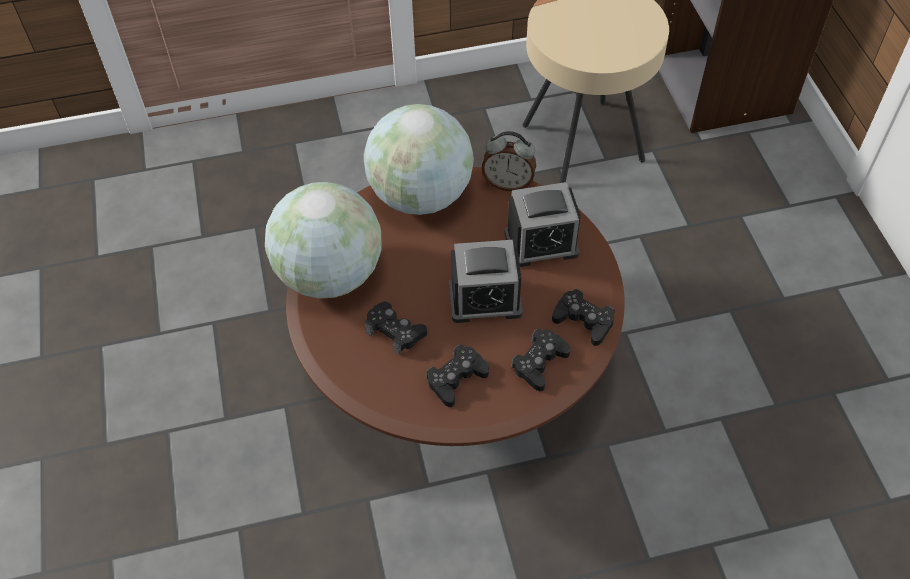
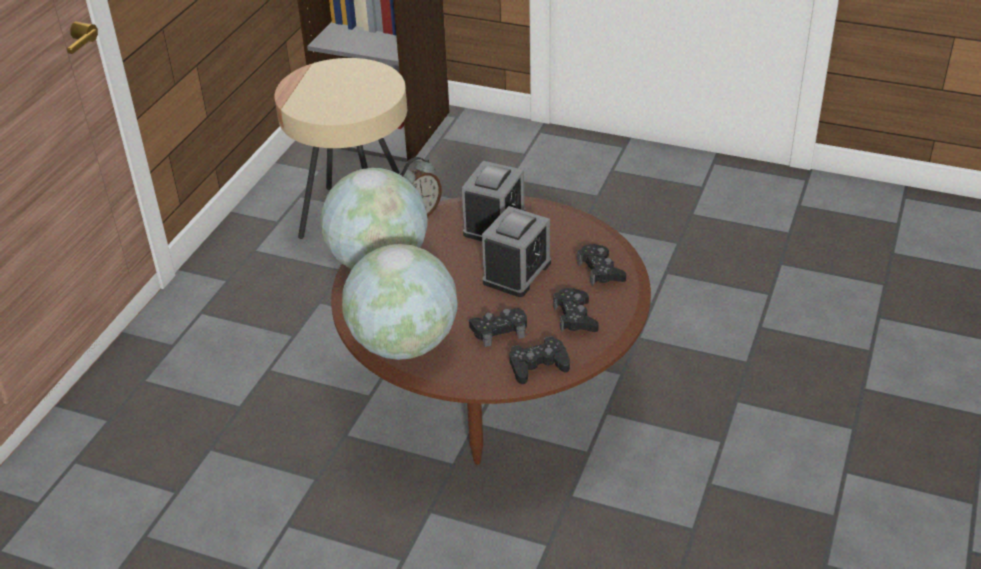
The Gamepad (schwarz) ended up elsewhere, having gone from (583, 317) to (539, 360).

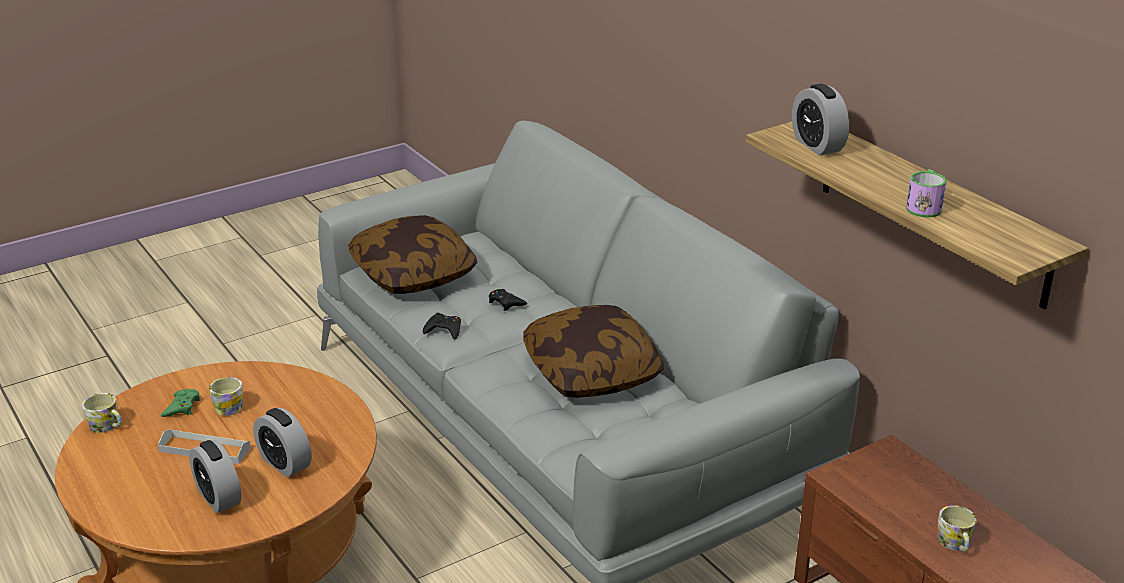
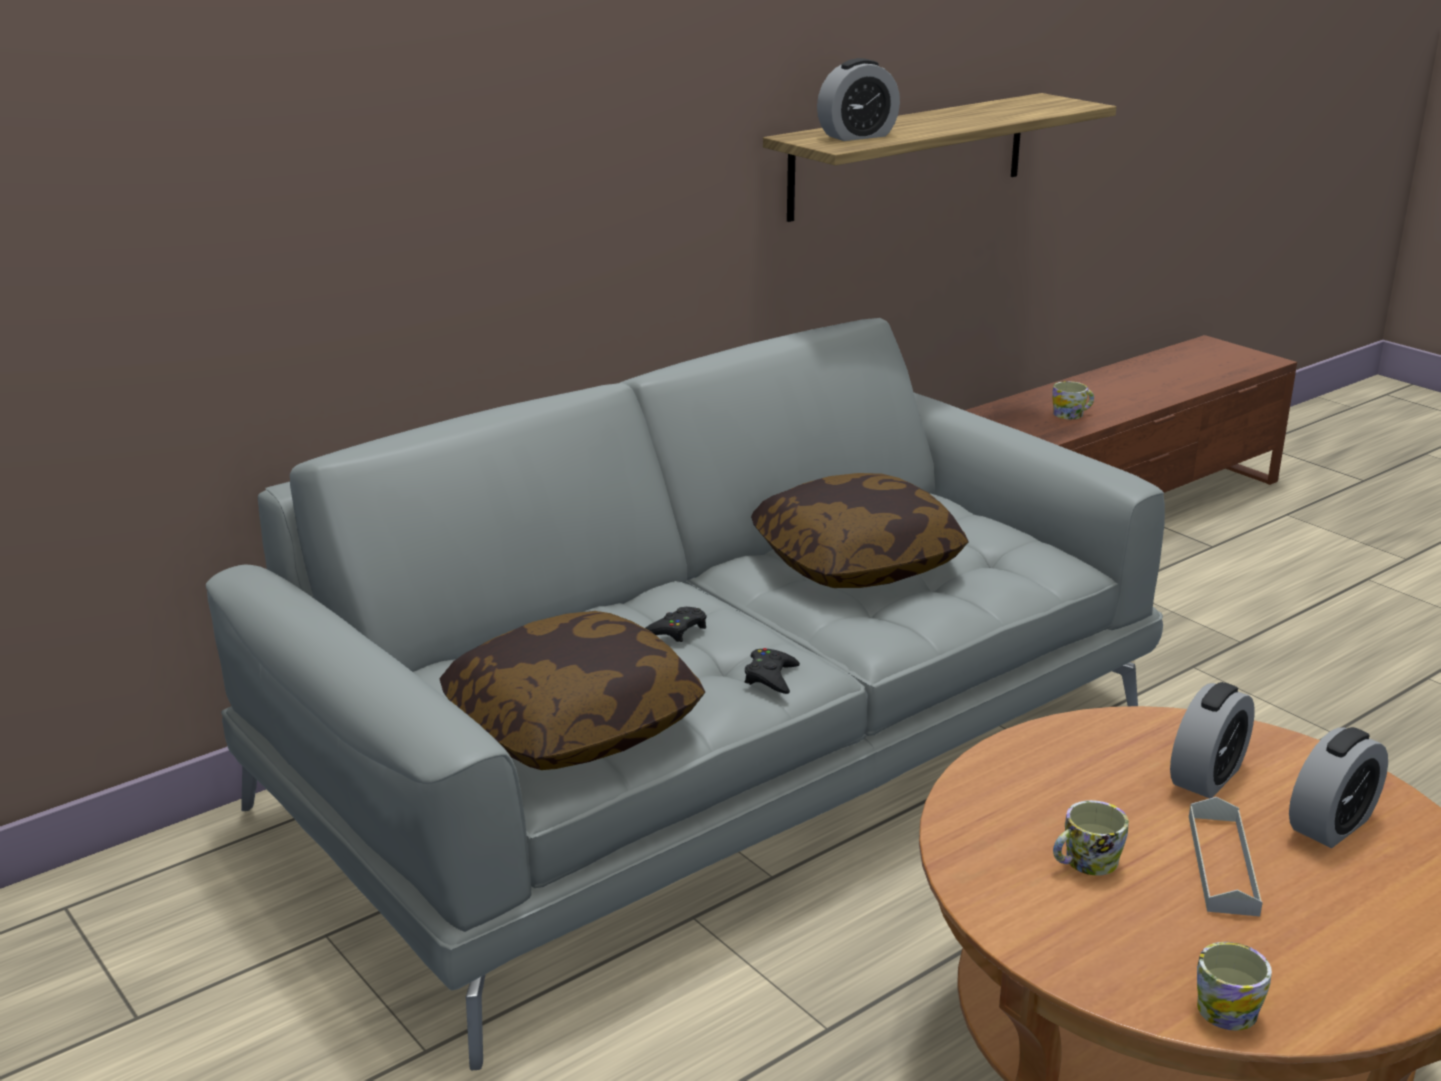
The second view lost the Gamepad (grün) at (180, 403). The second view lost the Henkelbecher at (926, 194).

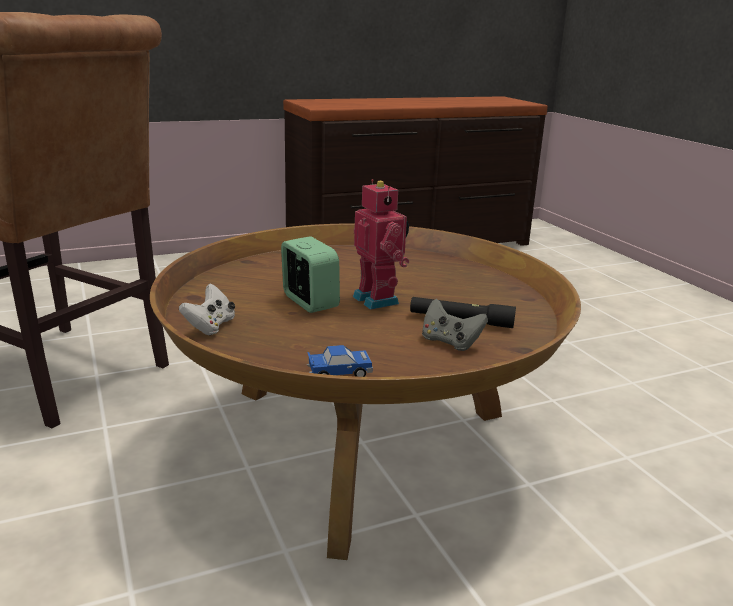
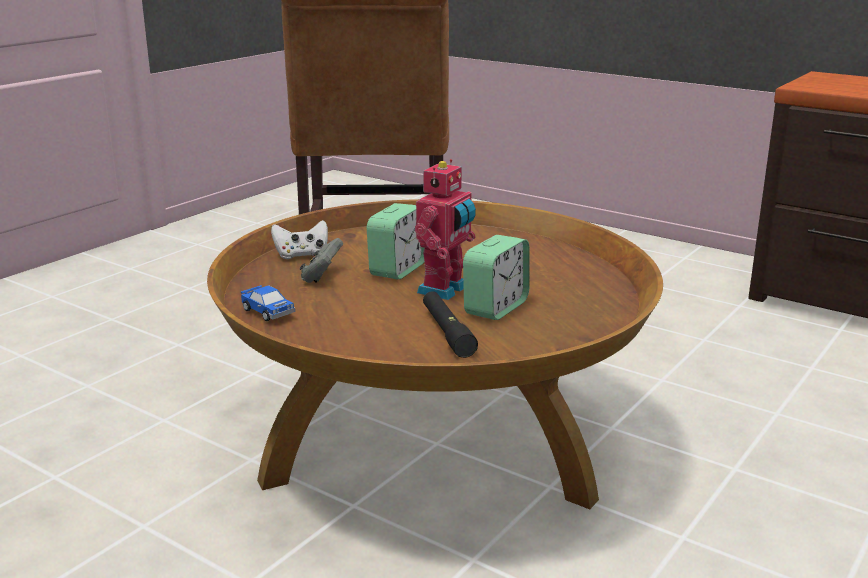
The Gamepad (grau) ended up elsewhere, having gone from (455, 325) to (321, 260). The second view gained the Wecker at (496, 277).

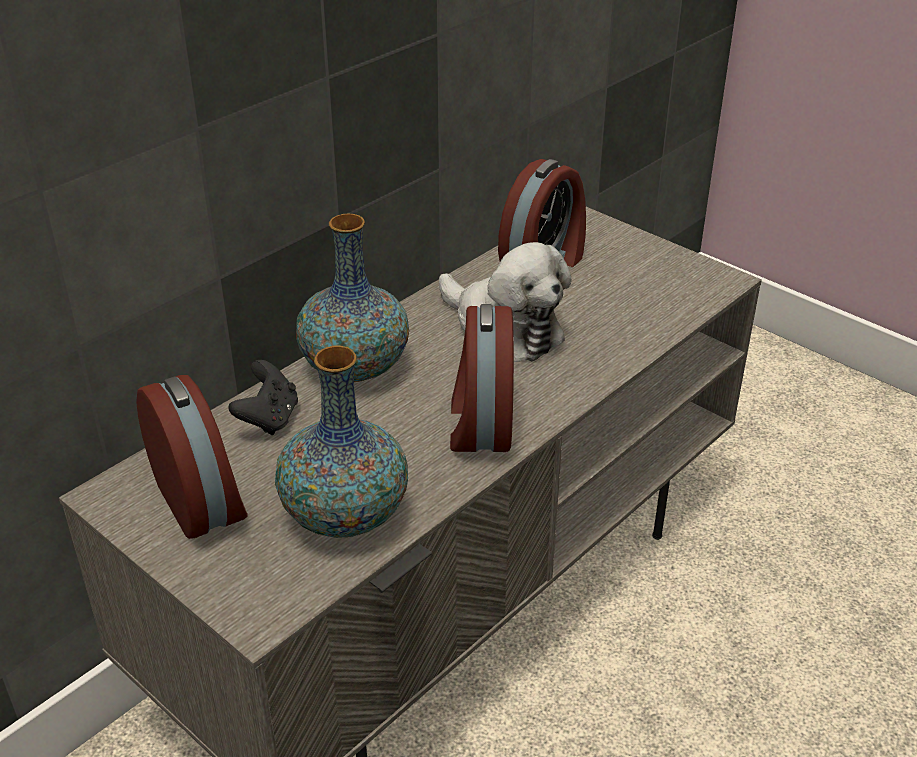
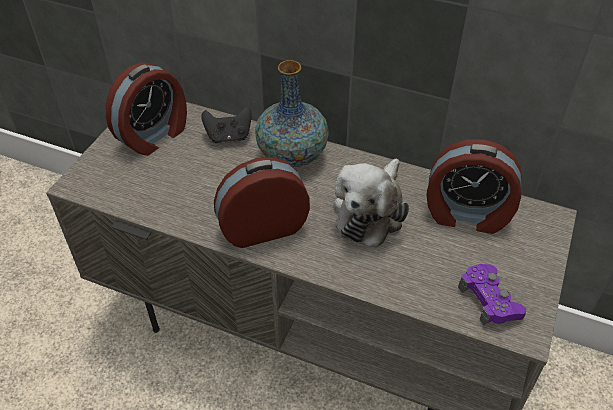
The second view gained the Gamepad (lila) at (492, 294). The second view lost the Vase at (341, 442).

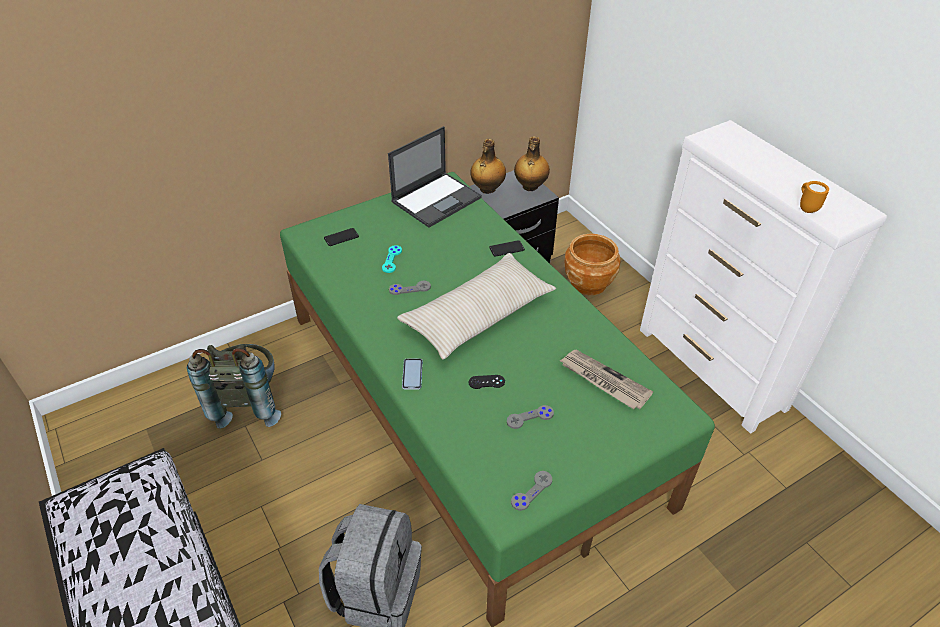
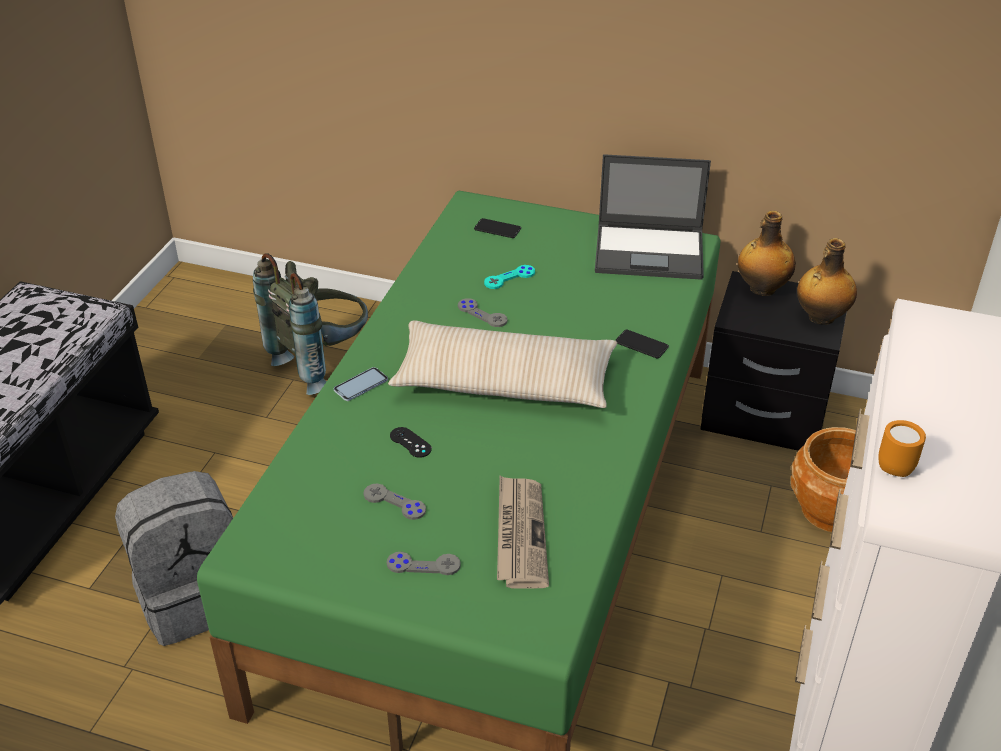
The Gamepad (grau) ended up elsewhere, having gone from (531, 491) to (424, 563).

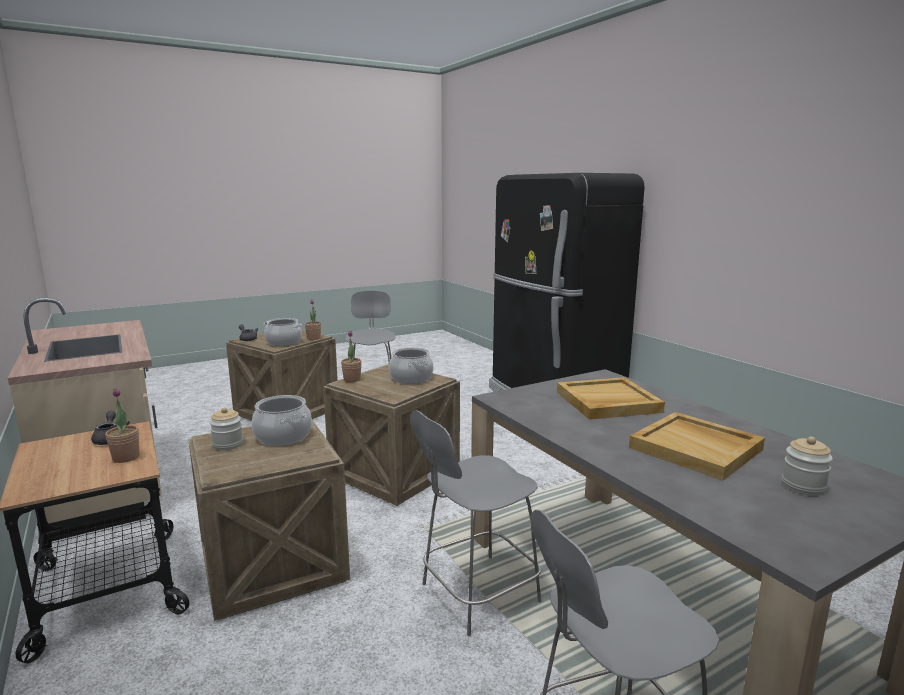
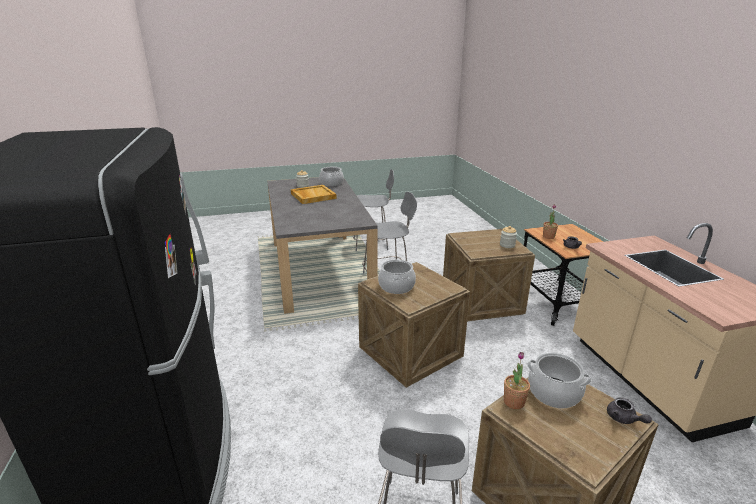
The Kochtopf ended up elsewhere, having gone from (282, 420) to (331, 176). The second view lost the Topfpflanze at (351, 356). The second view lost the Tablett (beige) at (611, 398).

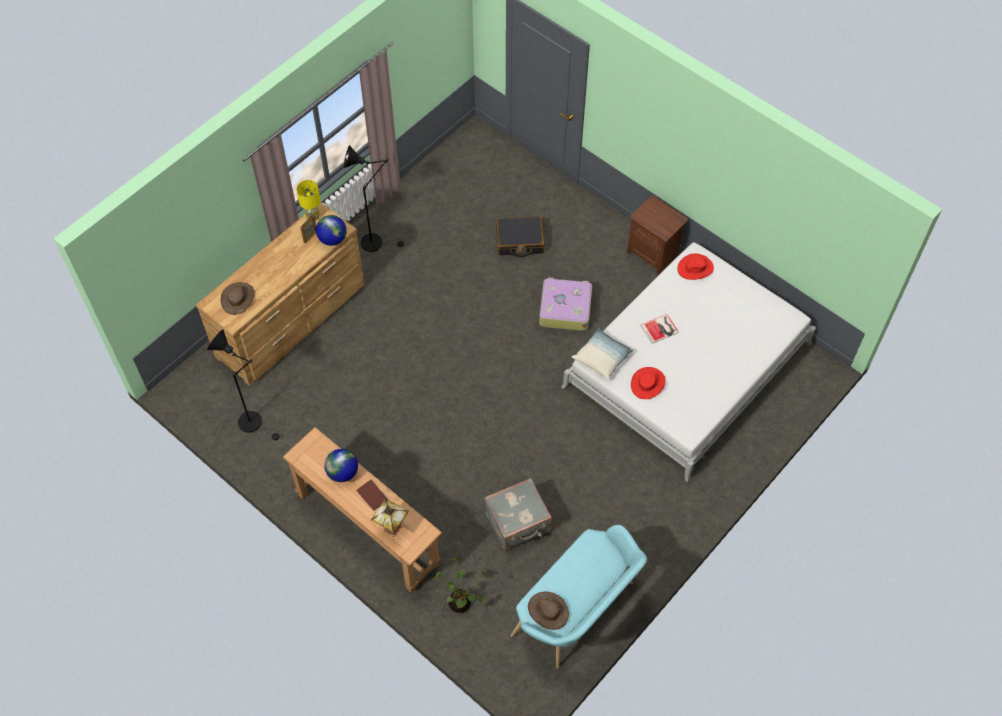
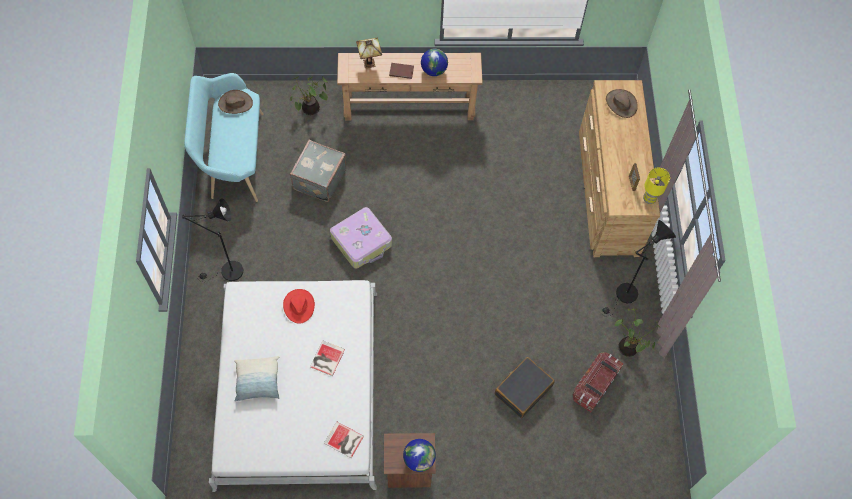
The Stehlampe (schwarz) ended up elsewhere, having gone from (245, 384) to (212, 240). The Kissen ended up elsewhere, having gone from (603, 353) to (256, 379). Where the Hut (rot) stood at (695, 266), the Buch came to stand at (344, 440). The Koffer ended up elsewhere, having gone from (565, 304) to (361, 238). The Globus ended up elsewhere, having gone from (331, 230) to (419, 455). The second view gained the Aufbewahrungsbox at (598, 382). The second view gained the Topfpflanze at (637, 332).

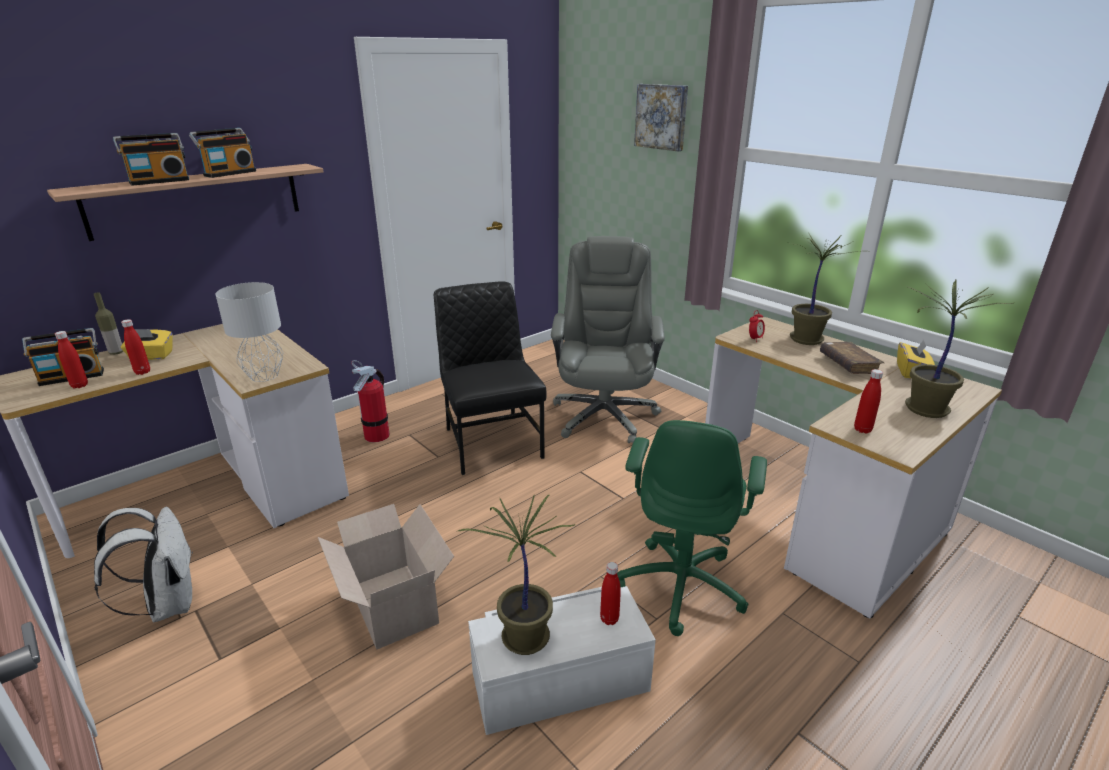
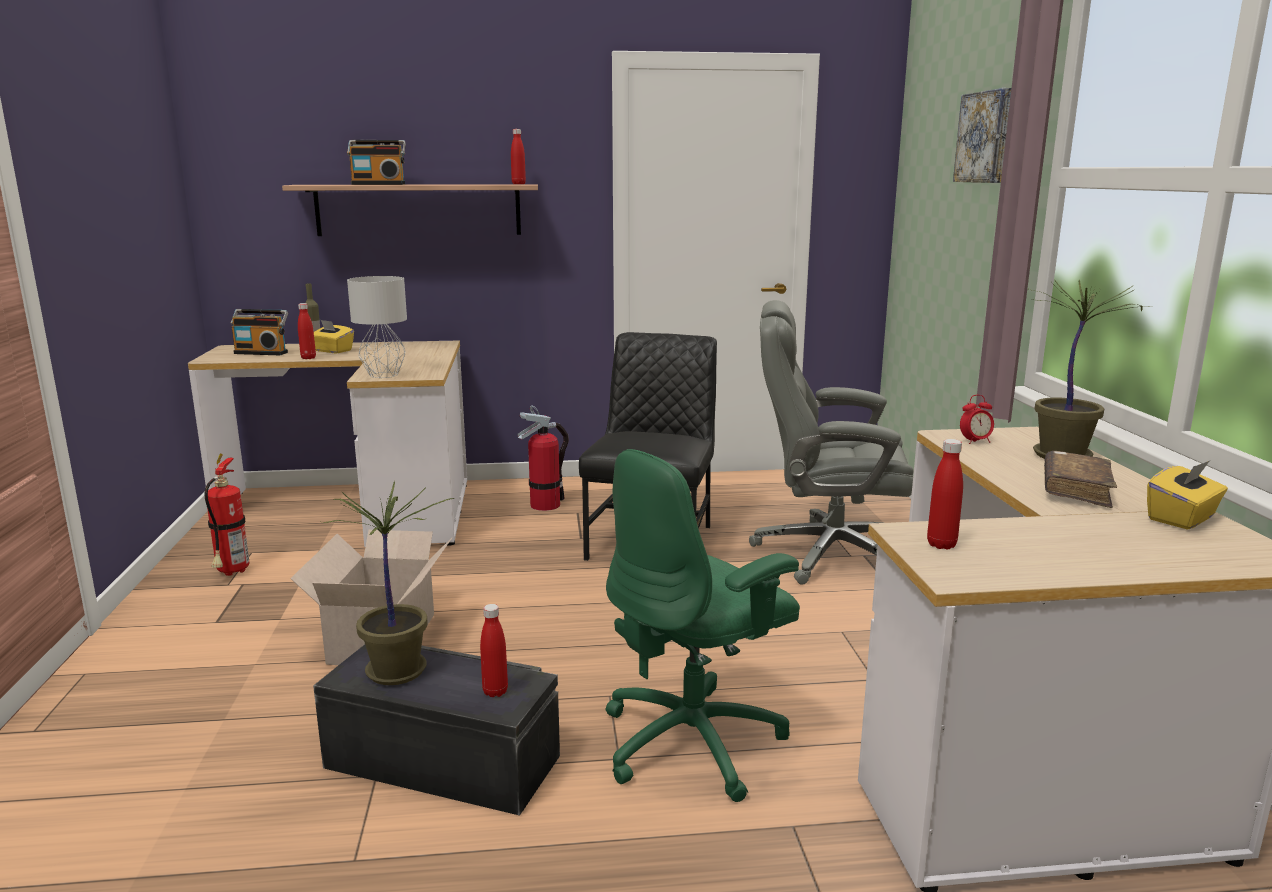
Where the Rucksack (weiß) stood at (143, 564), the Feuerlöscher came to stand at (227, 514). What was the Aufbewahrungsbox (weiß) at (562, 660) turned into the Aufbewahrungsbox (schwarz) at (436, 730). The Flasche (rot) ended up elsewhere, having gone from (71, 359) to (518, 156). The Bürostuhl (grau) at (608, 339) ended up facing another way, 120 degrees counterclockwise from before. The second view lost the Radio at (222, 153). The second view lost the Topfpflanze at (959, 348).

